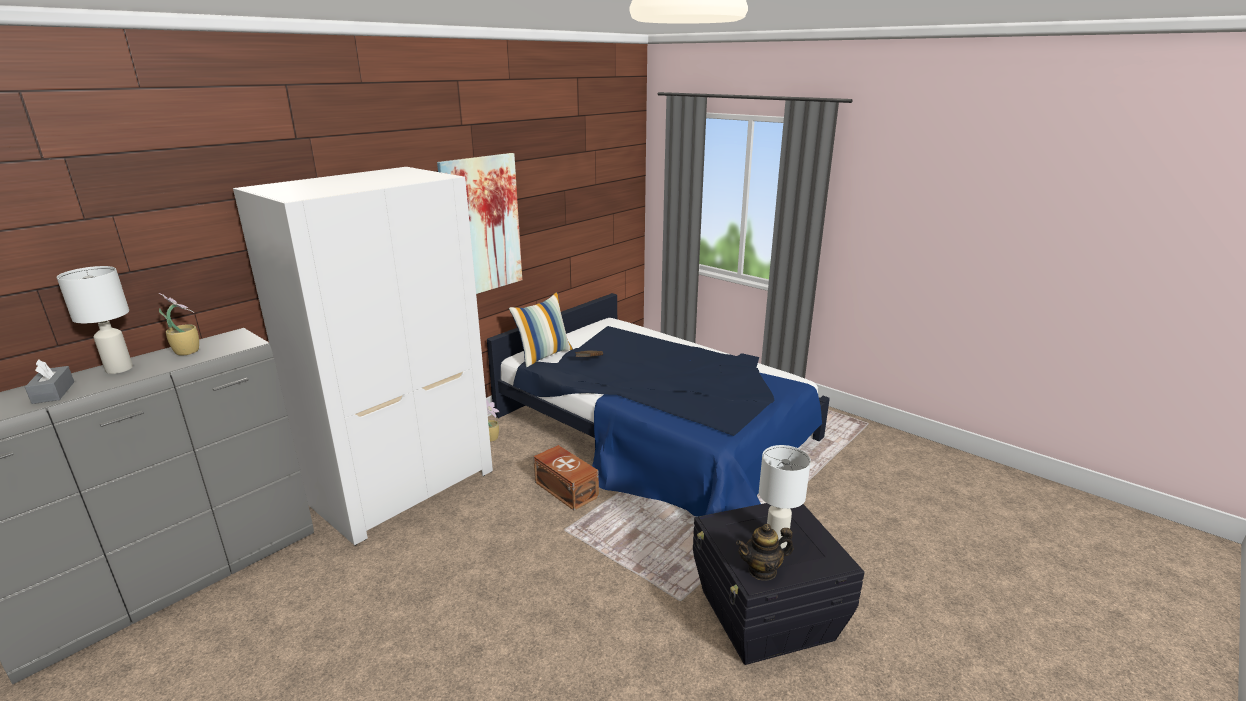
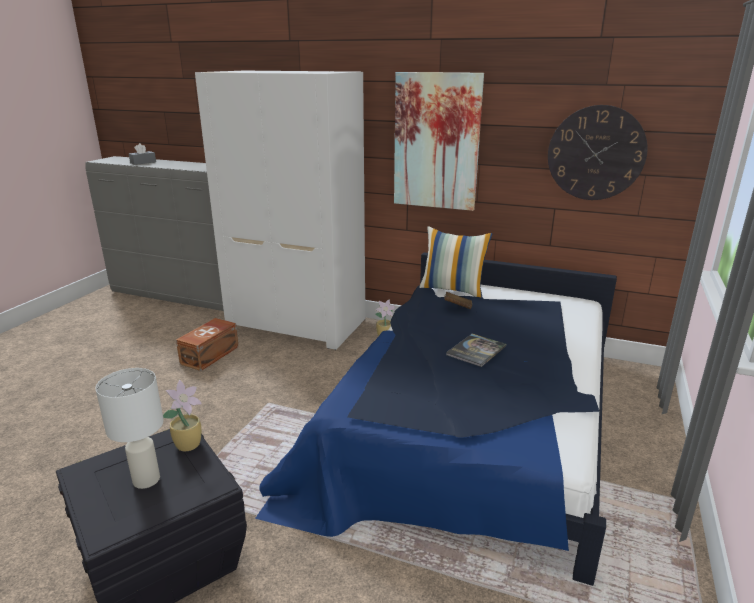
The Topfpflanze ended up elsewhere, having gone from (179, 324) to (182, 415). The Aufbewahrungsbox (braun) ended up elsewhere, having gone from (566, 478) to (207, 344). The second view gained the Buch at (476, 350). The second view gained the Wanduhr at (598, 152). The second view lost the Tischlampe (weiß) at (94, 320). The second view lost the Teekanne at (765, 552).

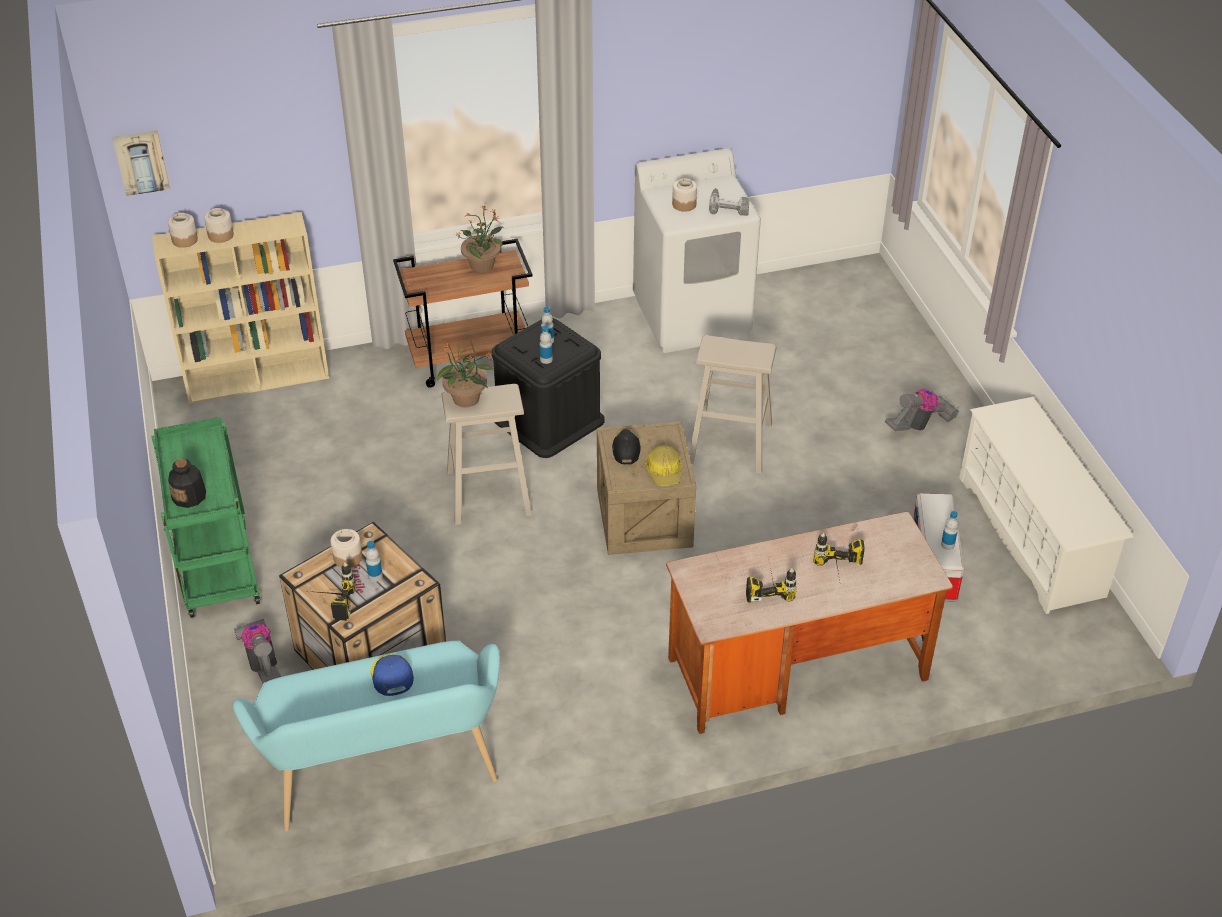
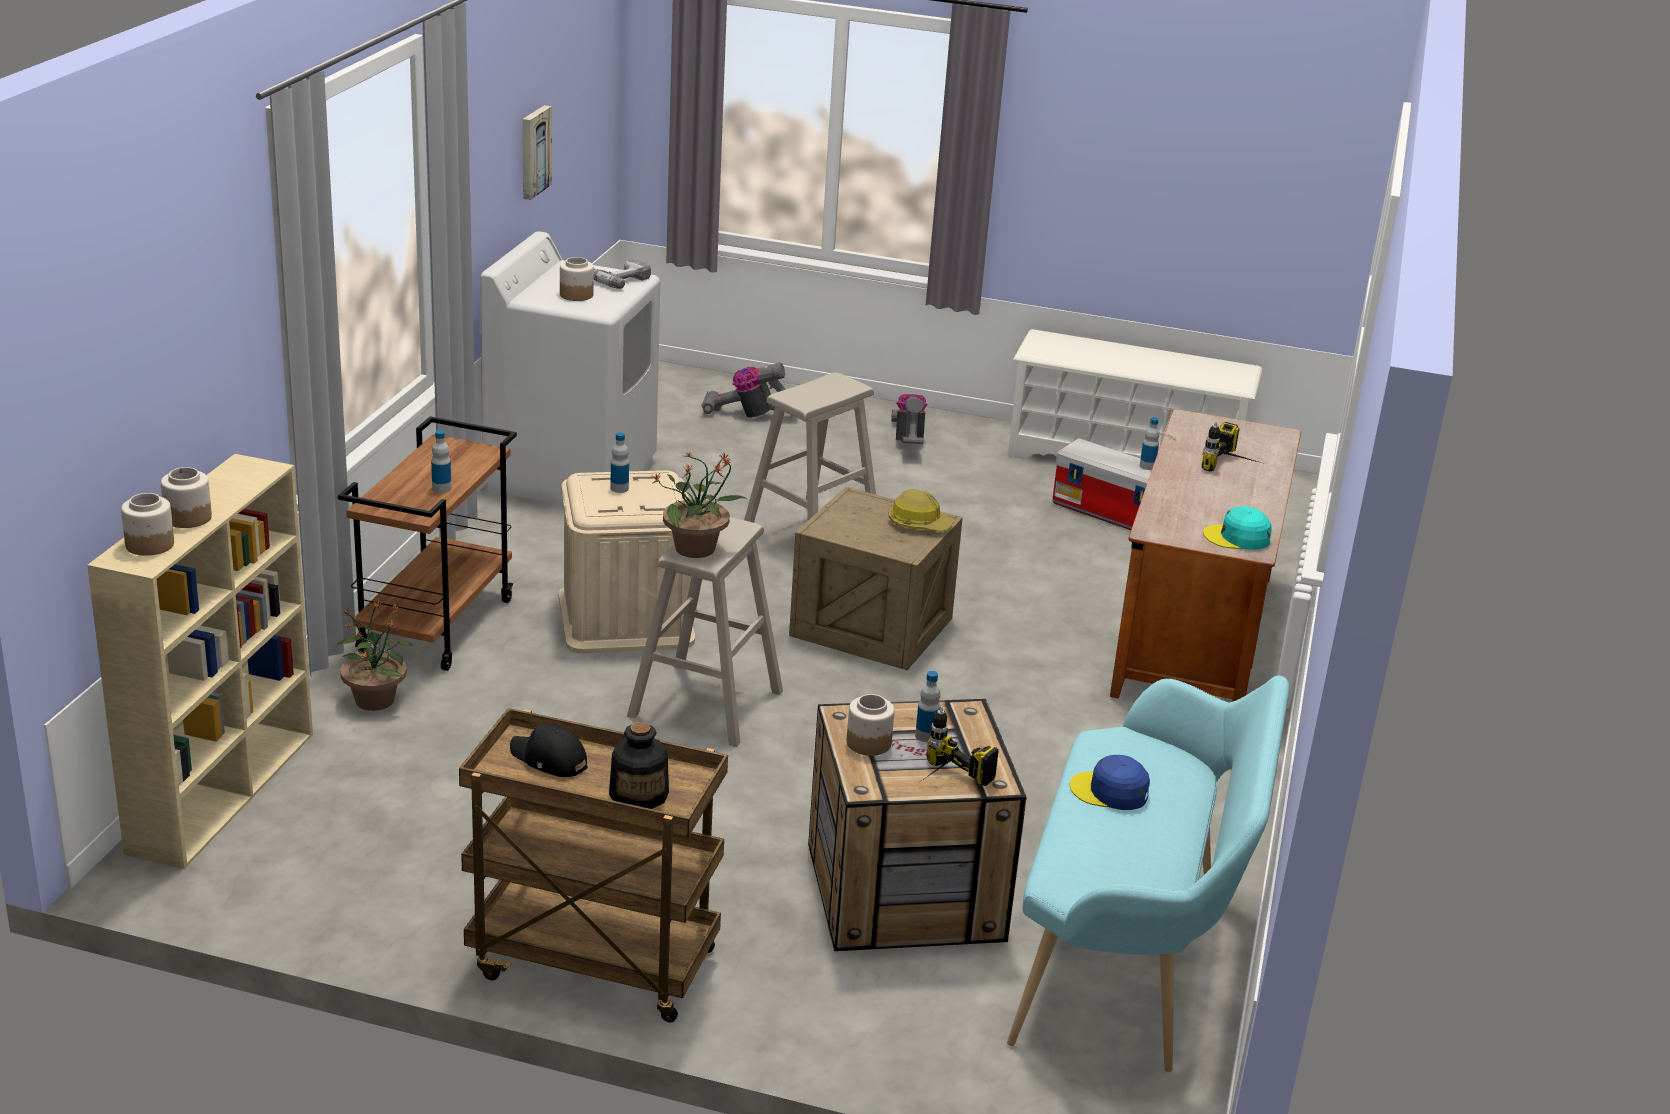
The Topfpflanze ended up elsewhere, having gone from (479, 239) to (374, 655). The Flasche ended up elsewhere, having gone from (546, 344) to (441, 461). What was the Rollwagen (grün) at (206, 517) turned into the Rollwagen (braun) at (593, 865). The Kappe (schwarz) ended up elsewhere, having gone from (626, 447) to (549, 750). The Bild ended up elsewhere, having gone from (141, 163) to (537, 152). What was the Aufbewahrungsbox (schwarz) at (548, 388) turned into the Aufbewahrungsbox (beige) at (627, 562). The Staubsauger ended up elsewhere, having gone from (257, 651) to (743, 390). The second view gained the Kappe (türkis) at (1237, 528). The second view lost the Bohrmaschine at (771, 585).

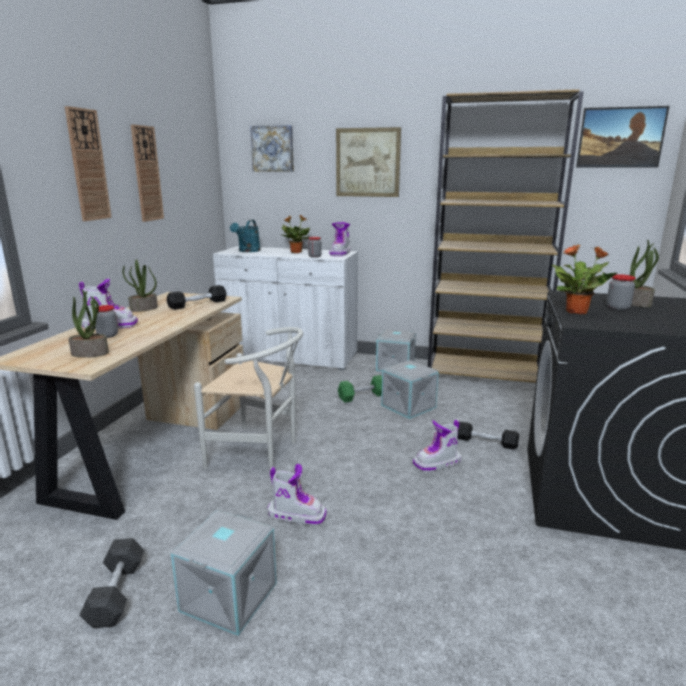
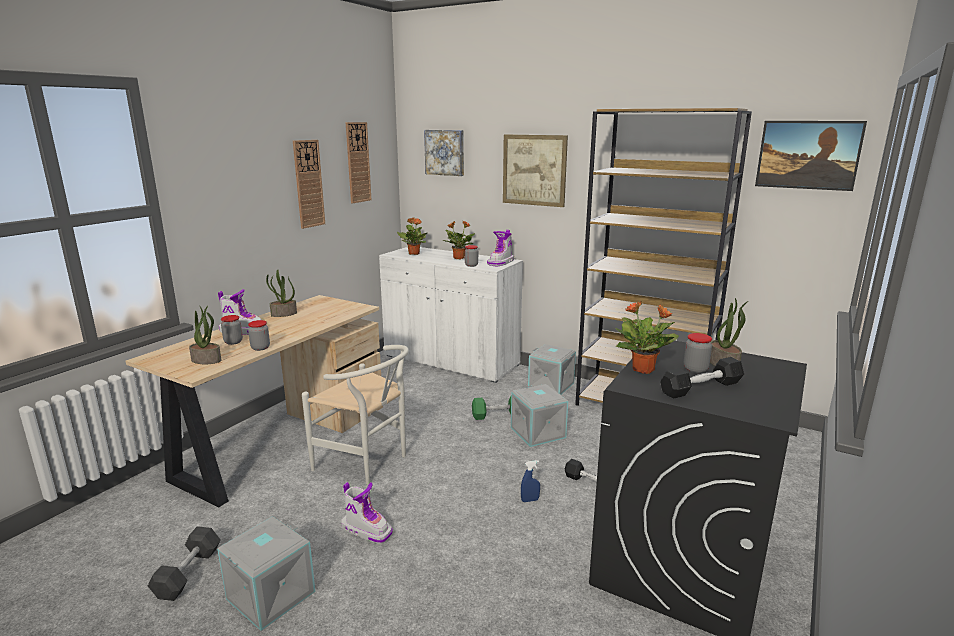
The second view gained the Vorratsglas at (259, 335). The Wanduhr ended up elsewhere, having gone from (88, 163) to (358, 162). Where the Gießkanne (türkis) stood at (245, 236), the Topfpflanze came to stand at (412, 236). Where the Stiefel stood at (437, 446), the Sprühflasche (blau) came to stand at (530, 481). The Hantel (schwarz) ended up elsewhere, having gone from (197, 297) to (702, 378).

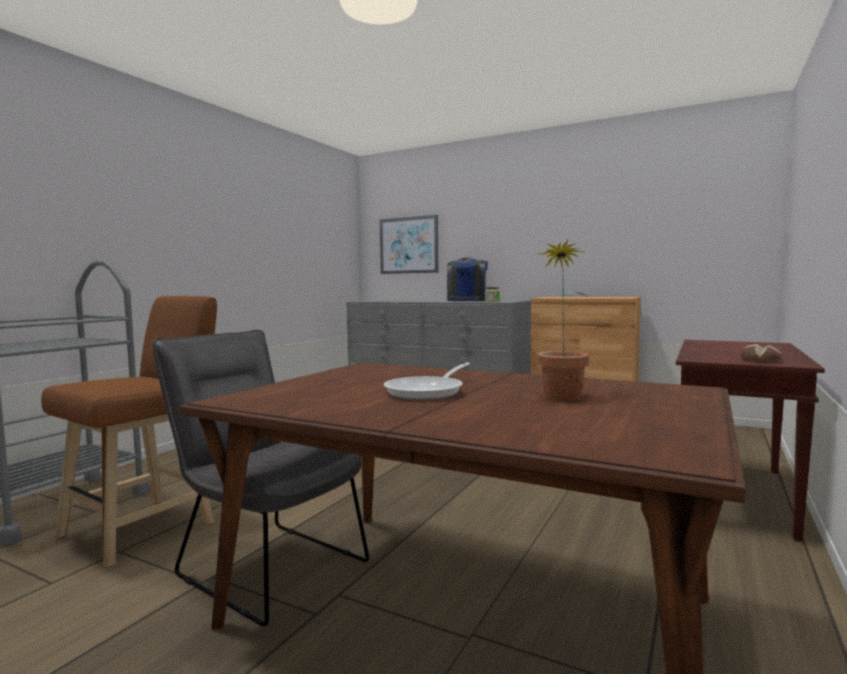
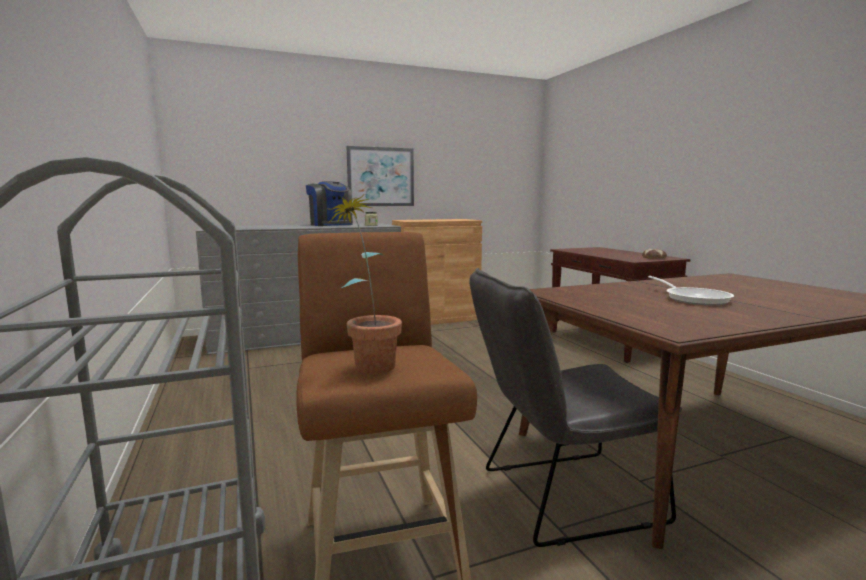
The Topfpflanze ended up elsewhere, having gone from (563, 320) to (365, 284). The Bild ended up elsewhere, having gone from (409, 244) to (380, 176).

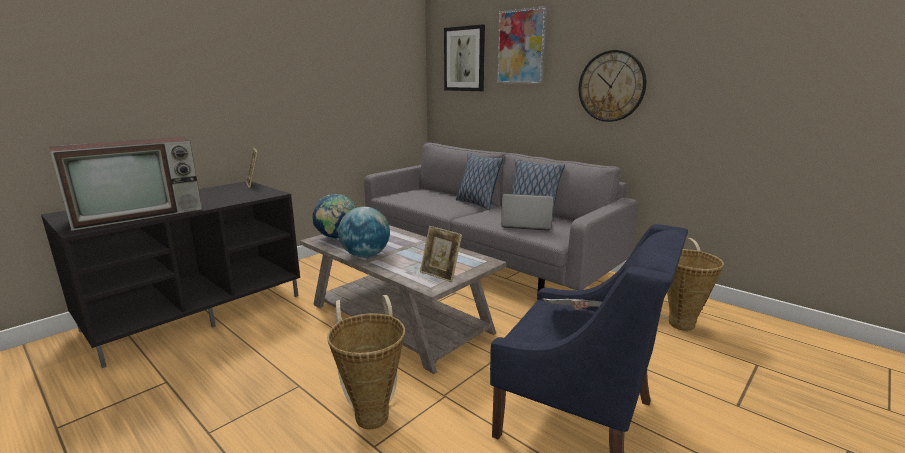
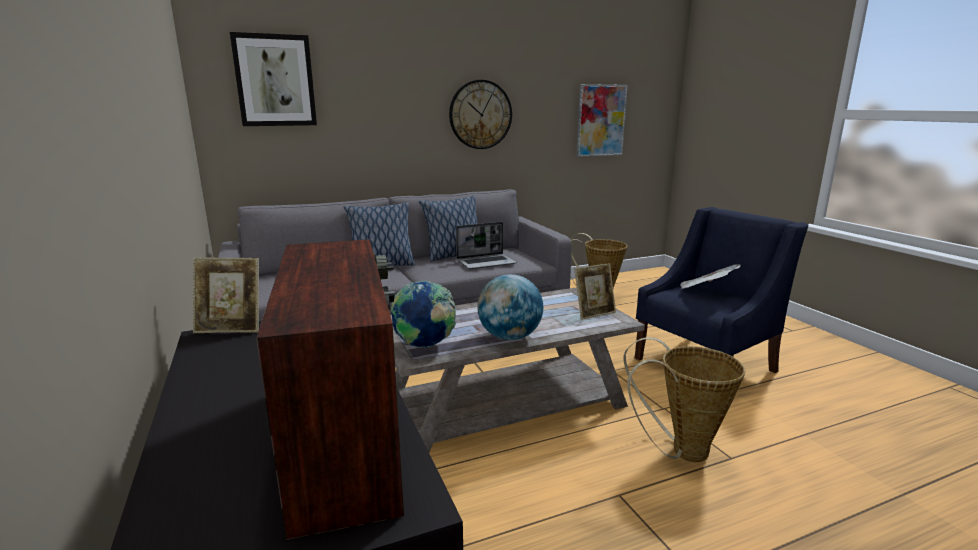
The Laptop at (527, 212) ended up facing another way, 150 degrees counterclockwise from before. The Bild ended up elsewhere, having gone from (522, 45) to (602, 120).

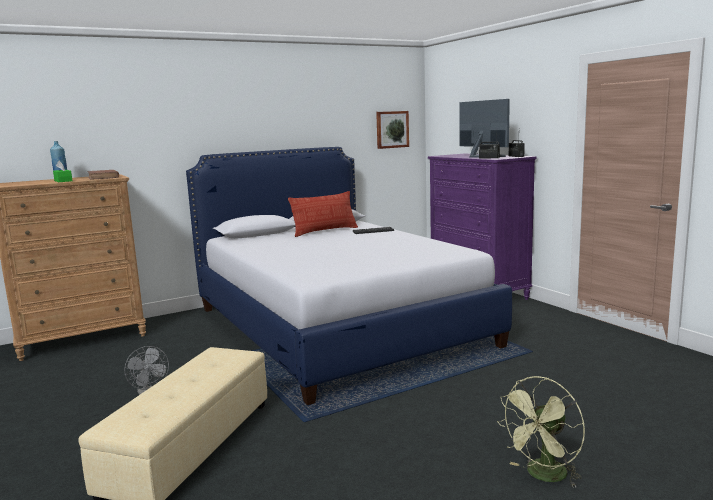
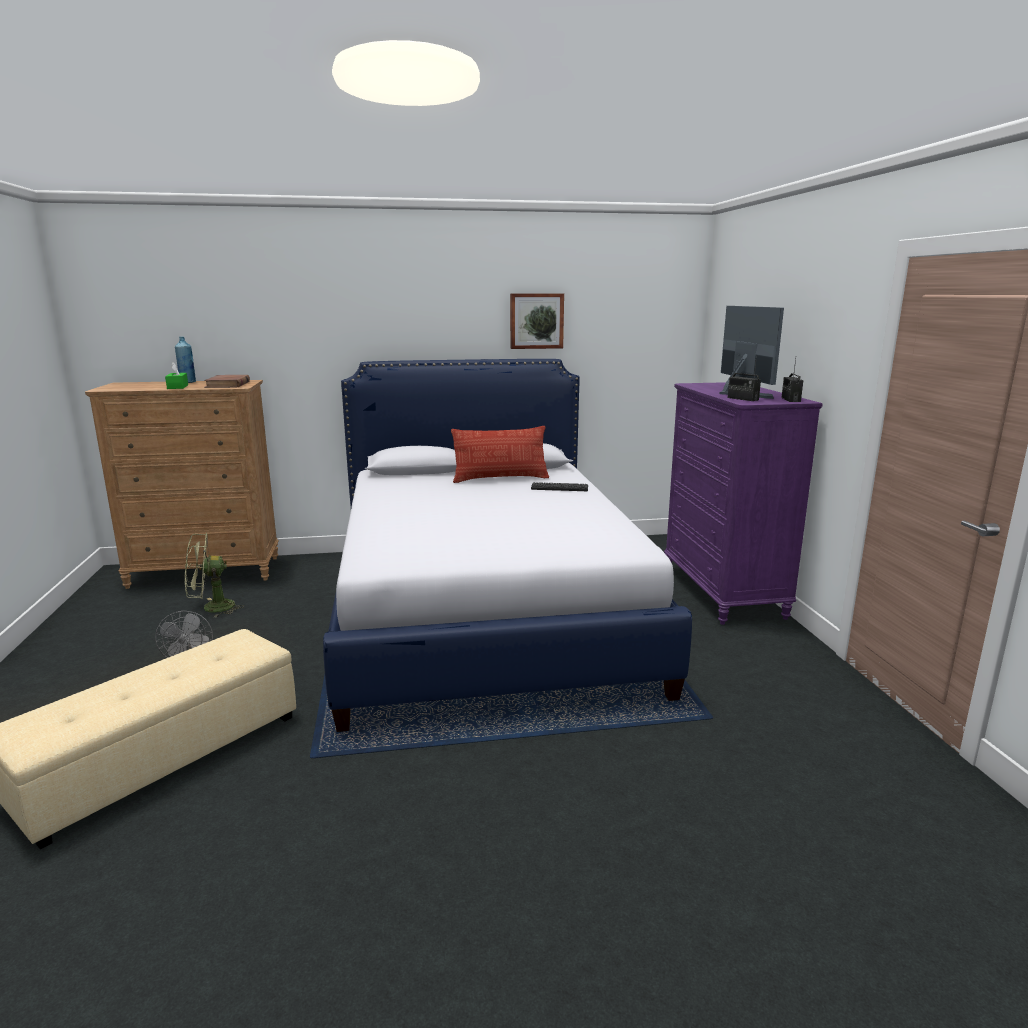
The Ventilator (grün) ended up elsewhere, having gone from (541, 432) to (214, 575). The Bild ended up elsewhere, having gone from (392, 130) to (537, 321).

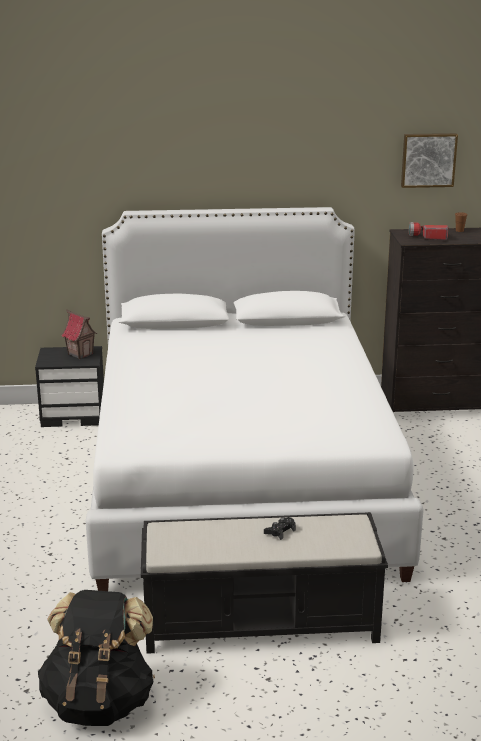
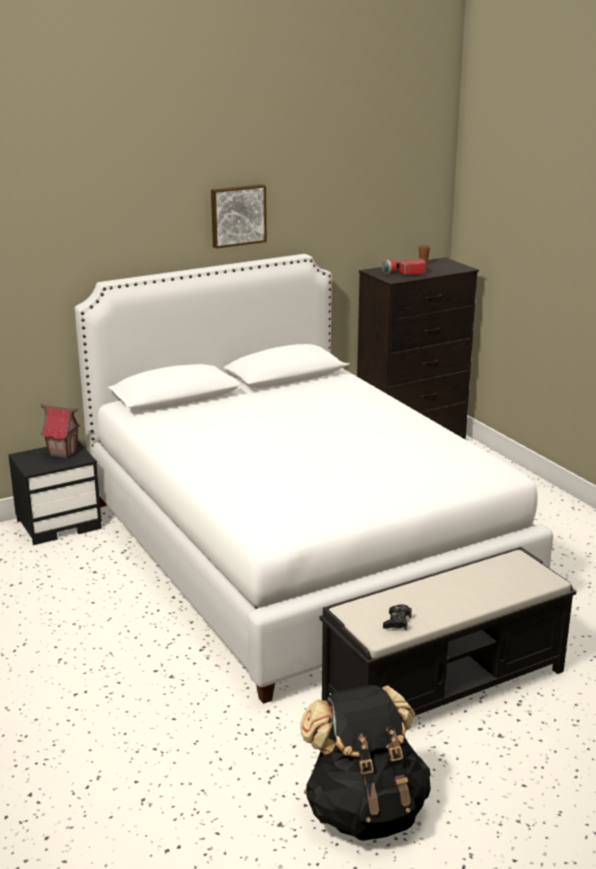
The Bild ended up elsewhere, having gone from (429, 160) to (239, 216). The Gamepad (schwarz) ended up elsewhere, having gone from (280, 528) to (397, 617).

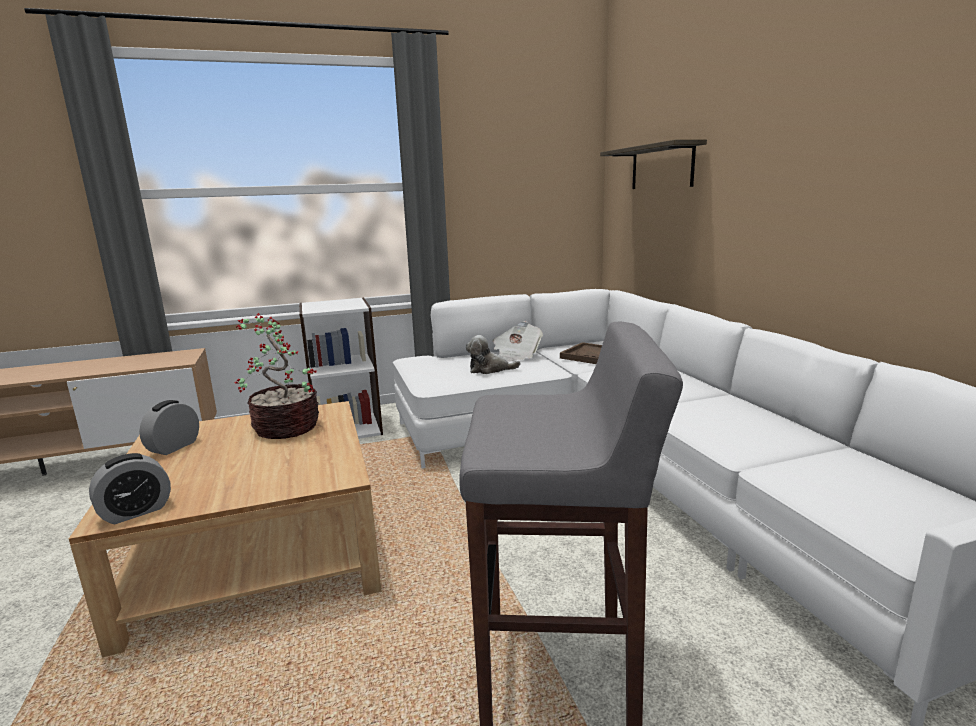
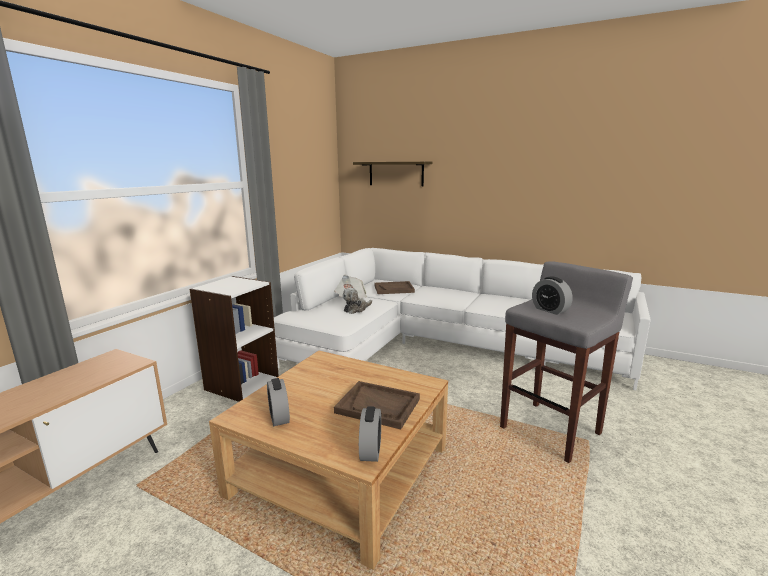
The second view gained the Tablett (braun) at (377, 405). The second view gained the Wecker at (552, 295). The second view lost the Topfpflanze at (276, 376).

